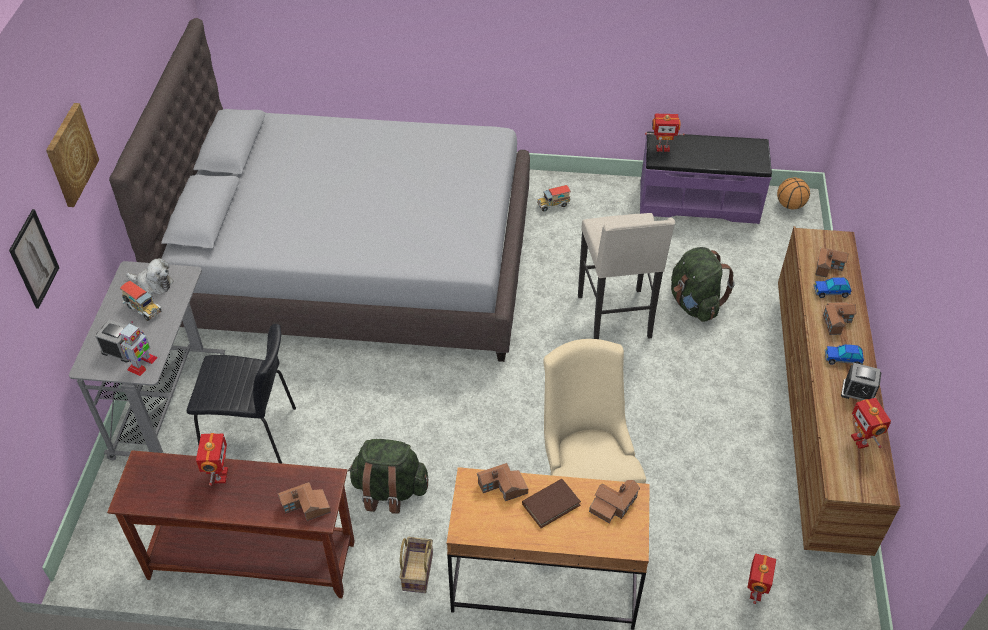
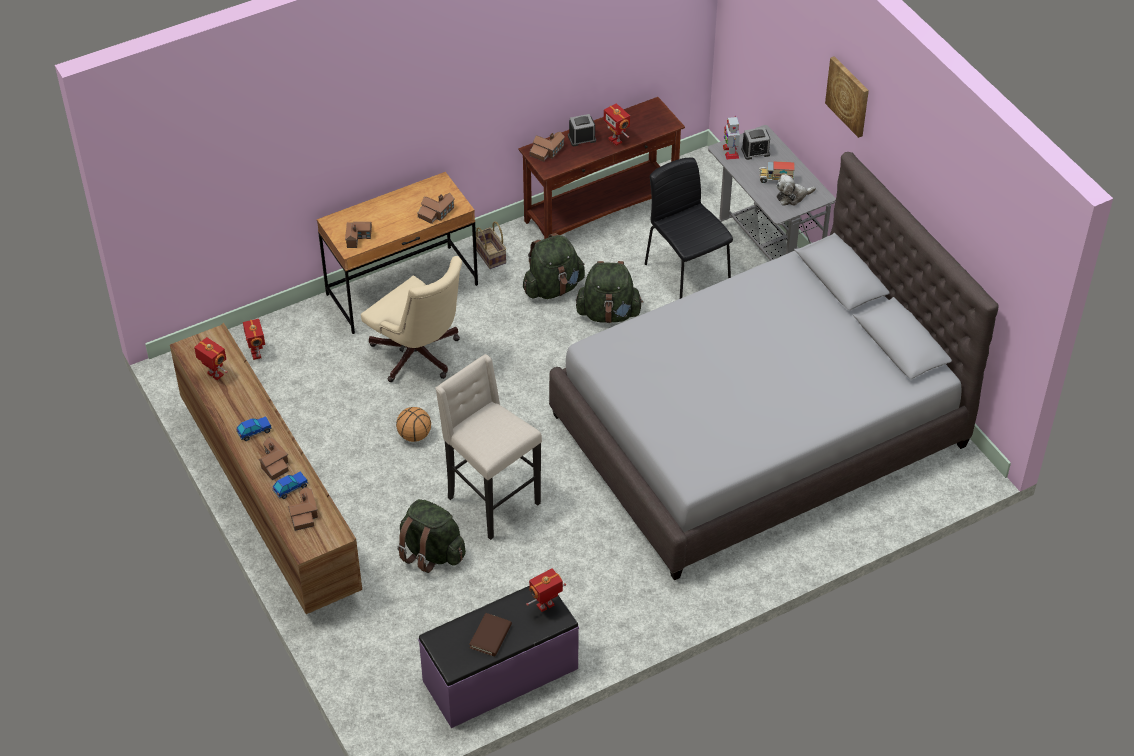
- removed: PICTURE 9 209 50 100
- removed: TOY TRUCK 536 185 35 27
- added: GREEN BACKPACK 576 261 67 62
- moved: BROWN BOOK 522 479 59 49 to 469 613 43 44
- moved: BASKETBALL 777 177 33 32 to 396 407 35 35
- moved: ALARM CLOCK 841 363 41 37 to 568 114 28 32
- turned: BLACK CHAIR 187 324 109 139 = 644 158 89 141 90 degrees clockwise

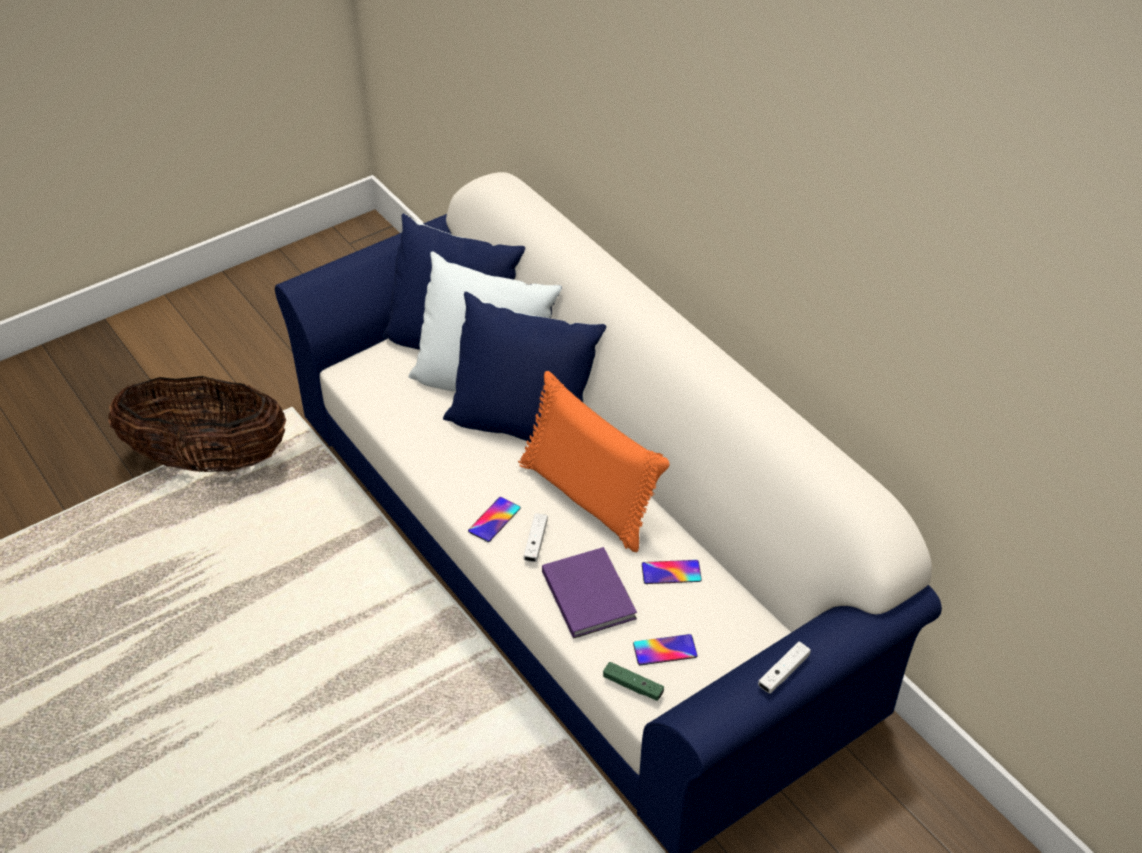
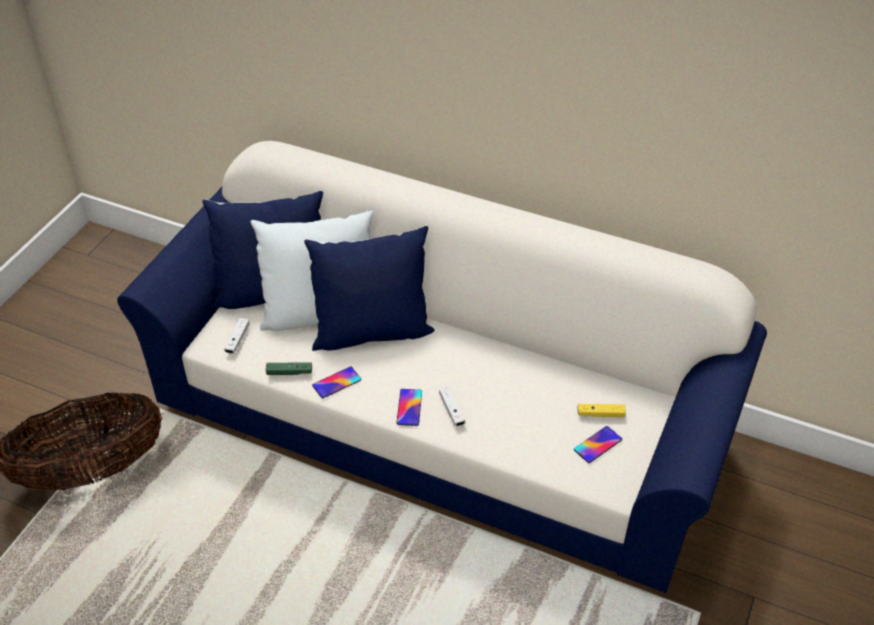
- removed: ORANGE PILLOW 518 371 151 181
- removed: PURPLE BOOK 542 547 95 92
- added: YELLOW GAME CONTROLLER 578 404 48 13
- moved: GREEN GAME CONTROLLER 603 662 61 39 to 266 362 46 13
- moved: PHONE 642 560 60 24 to 312 366 49 32
- moved: WHITE GAME CONTROLLER 758 641 53 53 to 224 318 26 36

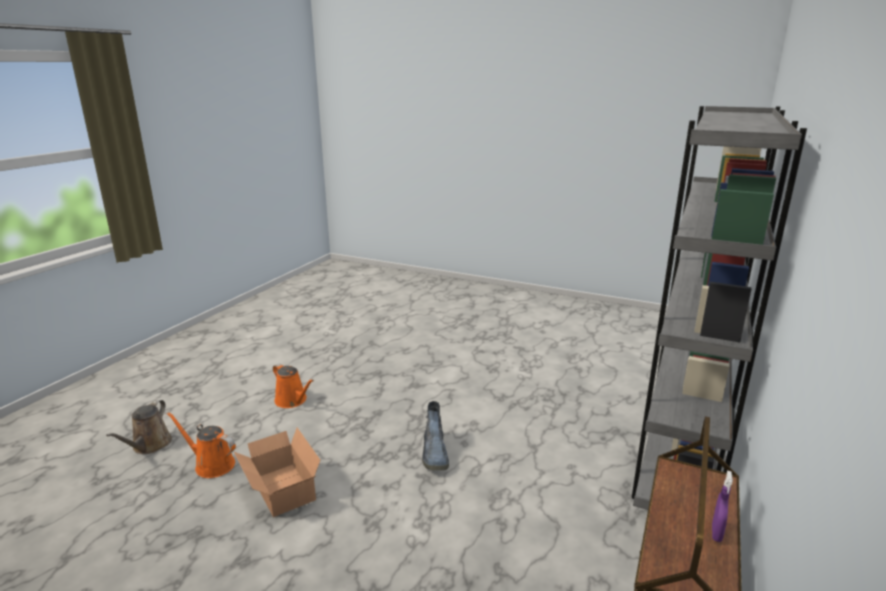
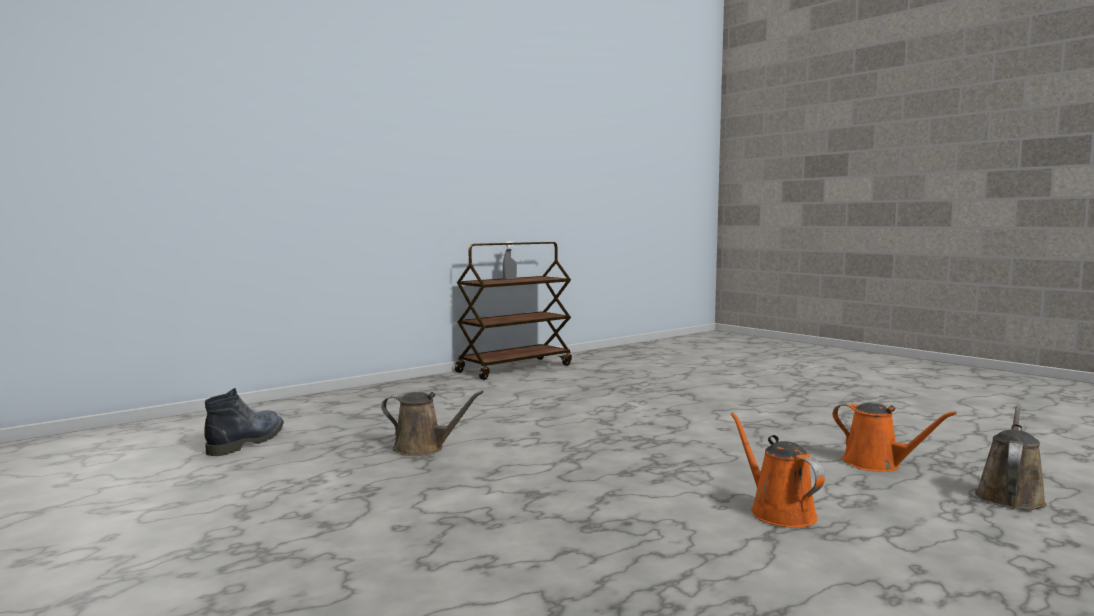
- removed: CARDBOARD BOX 234 428 86 89
- removed: GREY BOOKCASE 632 106 175 404
- added: BROWN WATERING CAN 381 391 103 65
- moved: BOOT 422 401 27 69 to 204 388 80 68
- recoloured: PURPLE SPRAY BOTTLE 712 471 21 71 to GREY SPRAY BOTTLE 503 241 14 39

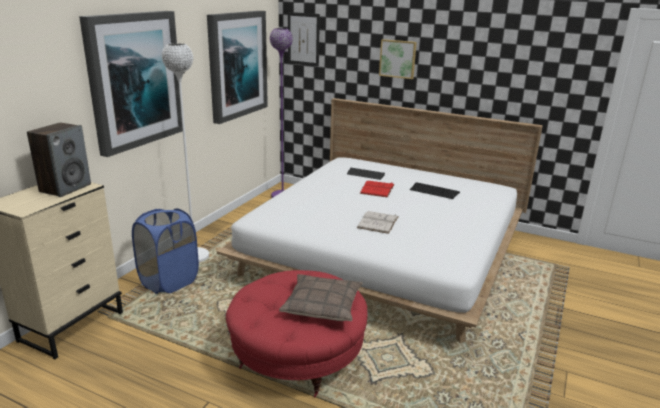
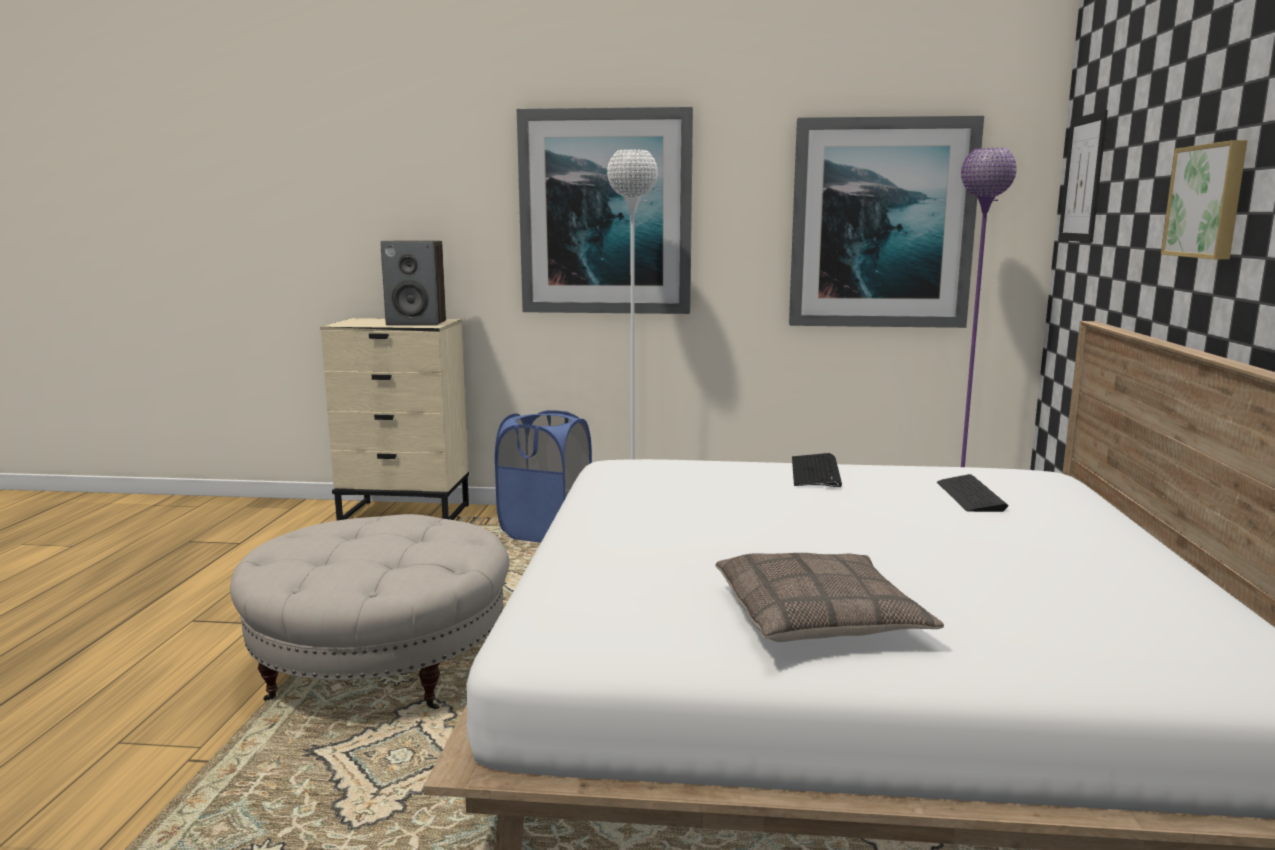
- removed: WHITE BOOK 357 211 41 23
- removed: RED BOOK 360 181 34 17
- moved: PILLOW 279 274 84 47 to 715 553 229 89
- moved: KEYBOARD 410 182 50 17 to 792 453 50 34
- recoloured: RED OTTOMAN 226 270 141 128 to BEIGE OTTOMAN 230 514 279 195

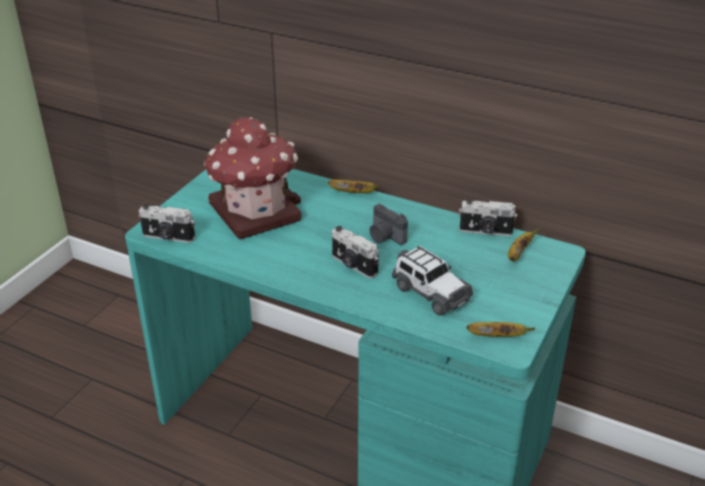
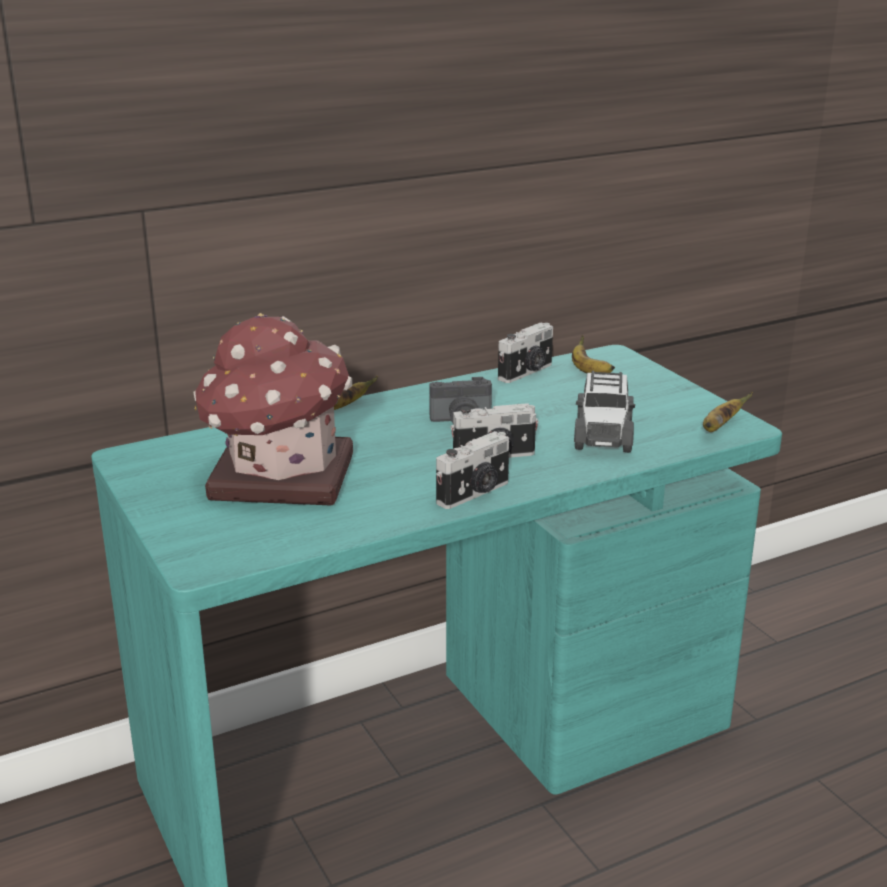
- moved: PHOTO CAMERA 139 204 56 39 to 436 431 73 78
- turned: TOY CAR 392 246 81 69 = 574 371 61 82 105 degrees clockwise

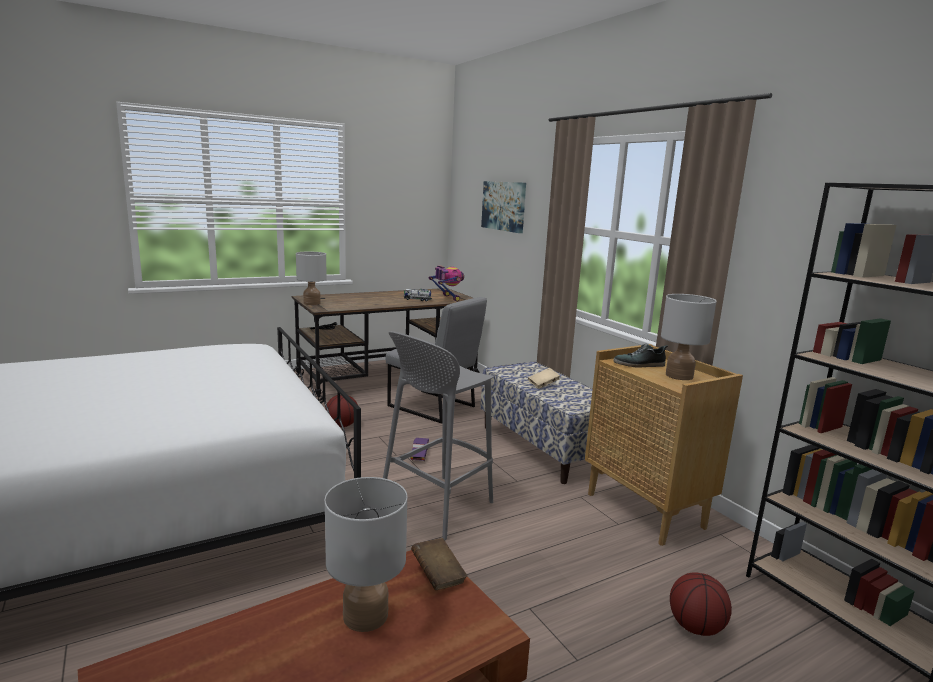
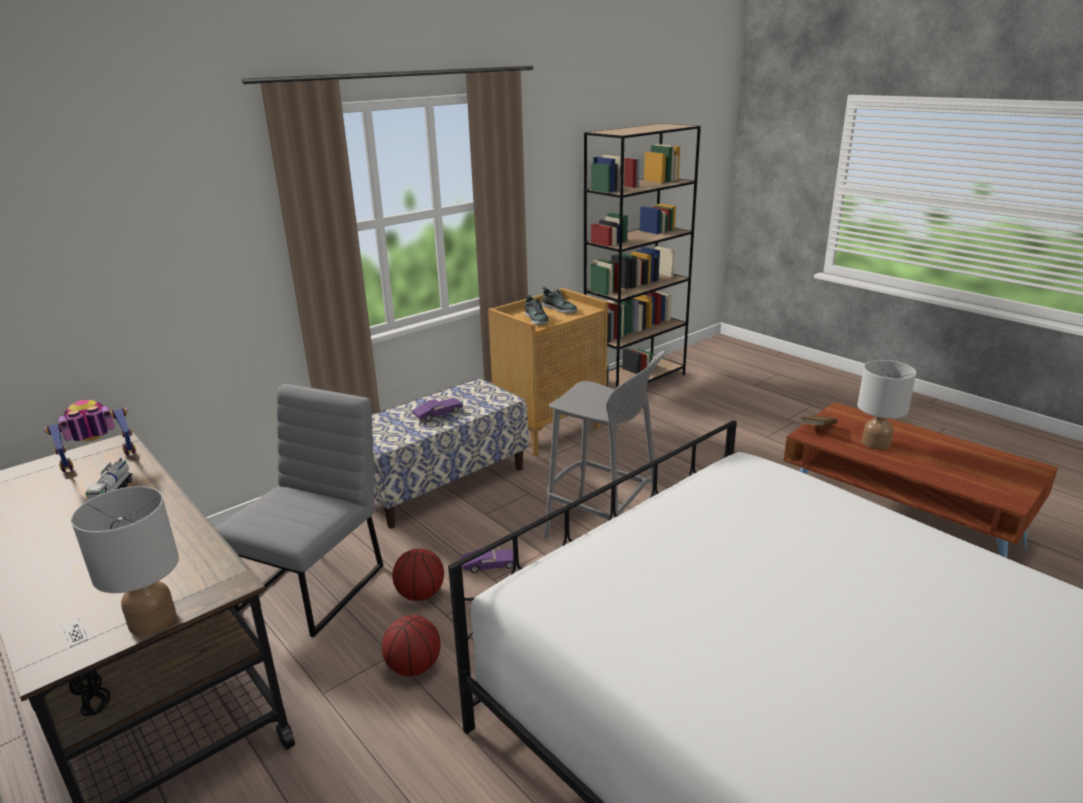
- removed: PICTURE 481 181 45 52
- moved: BASKETBALL 670 572 62 64 to 392 549 52 52
- replaced: BEIGE BOOK 528 368 32 21 to PURPLE TOY CAR 412 398 51 24
- replaced: GREY TABLE LAMP 661 294 55 86 to SHOE 542 287 35 26

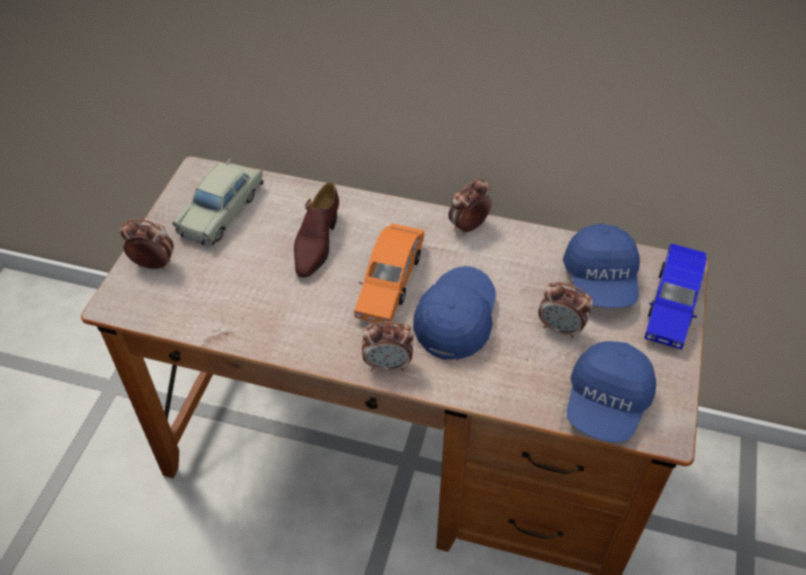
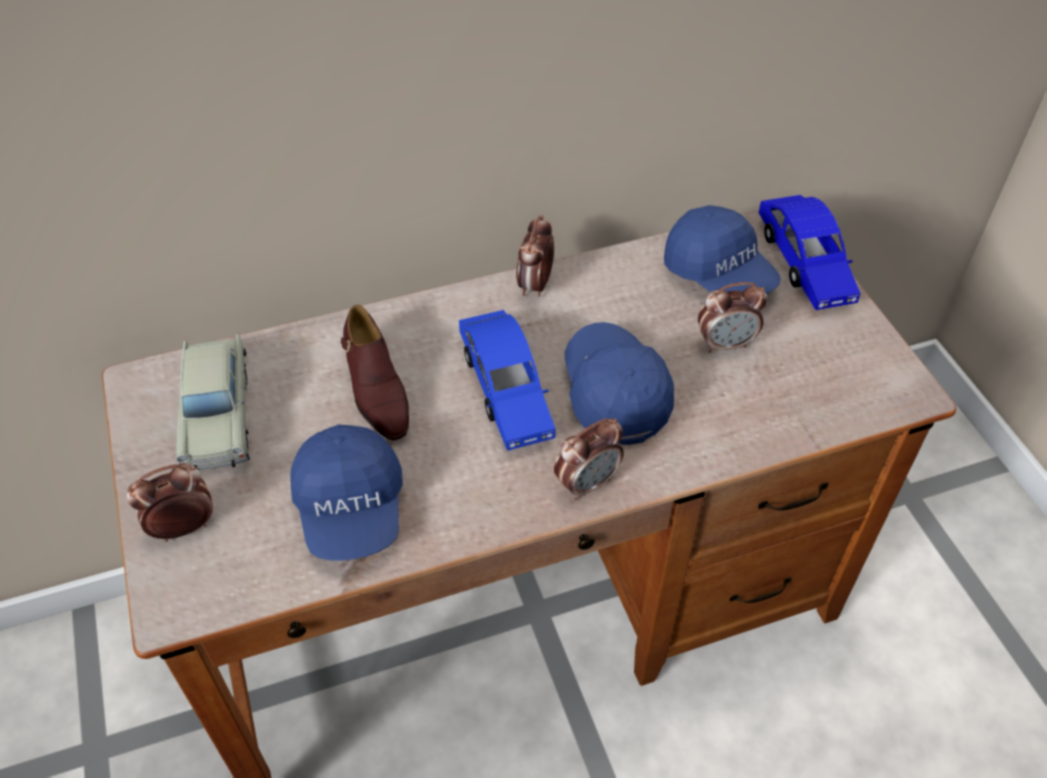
- moved: BLUE CAP 567 341 89 101 to 290 424 113 137
- recoloured: ORANGE TOY CAR 354 223 70 103 to BLUE TOY CAR 459 310 96 141

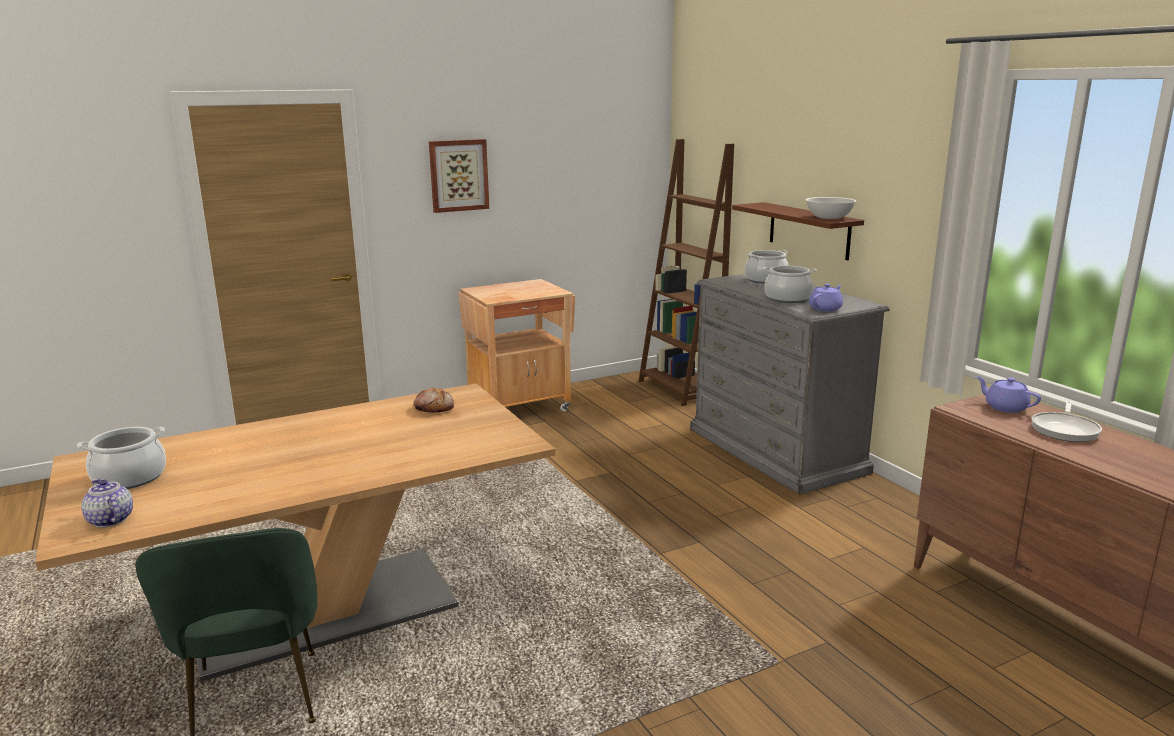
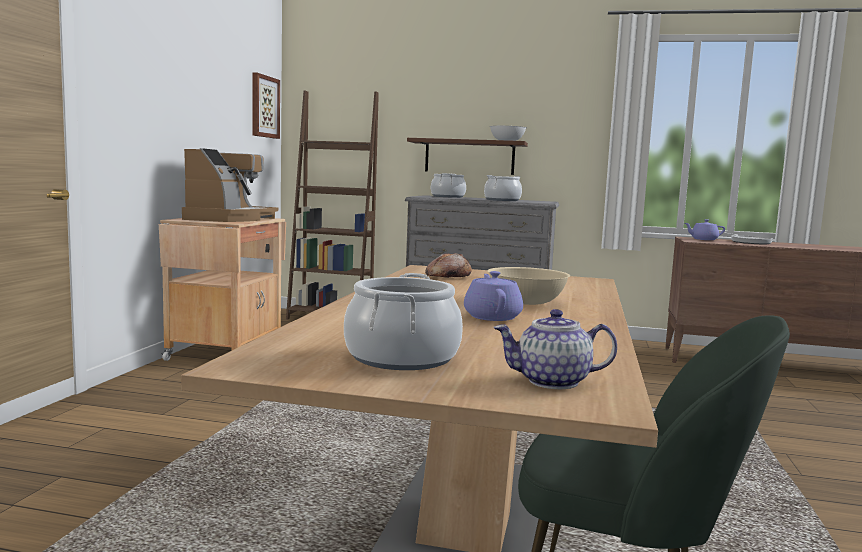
- added: COFFEE MACHINE 182 148 96 74
- added: BEIGE BOWL 487 267 83 38
- moved: PICTURE 429 139 60 74 to 253 73 27 66
- moved: PURPLE TEAPOT 809 284 34 28 to 464 271 59 50

